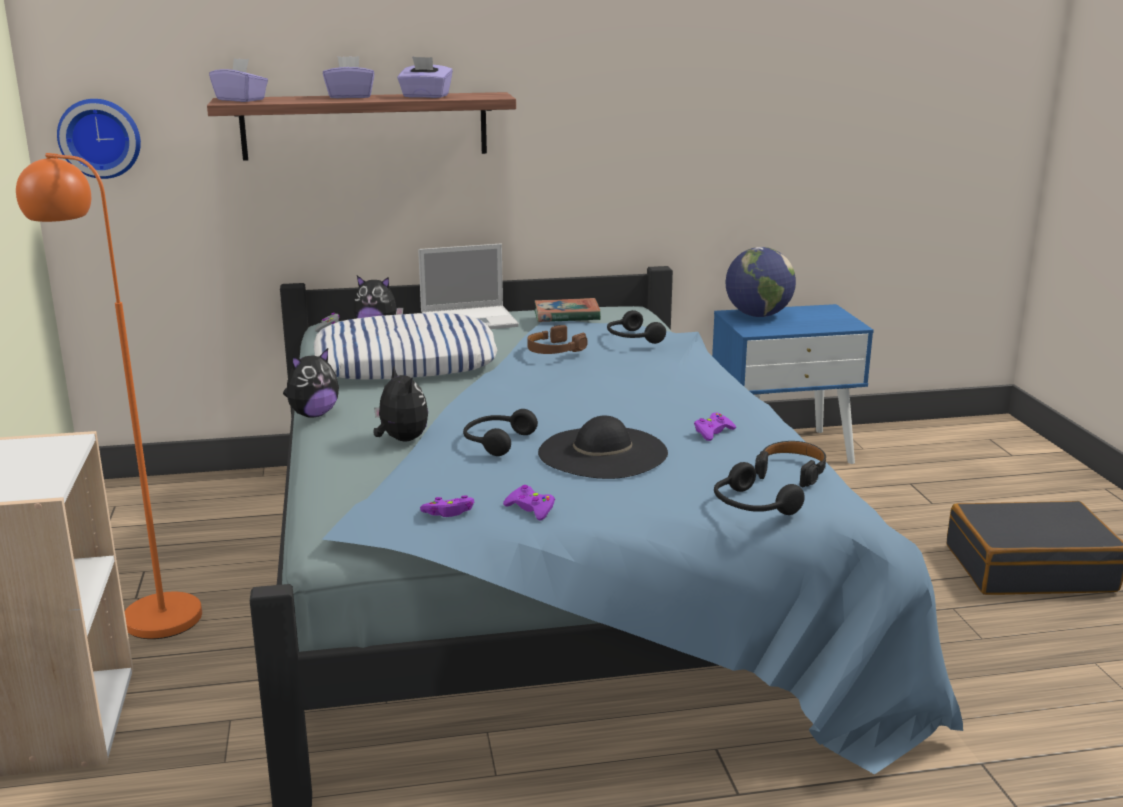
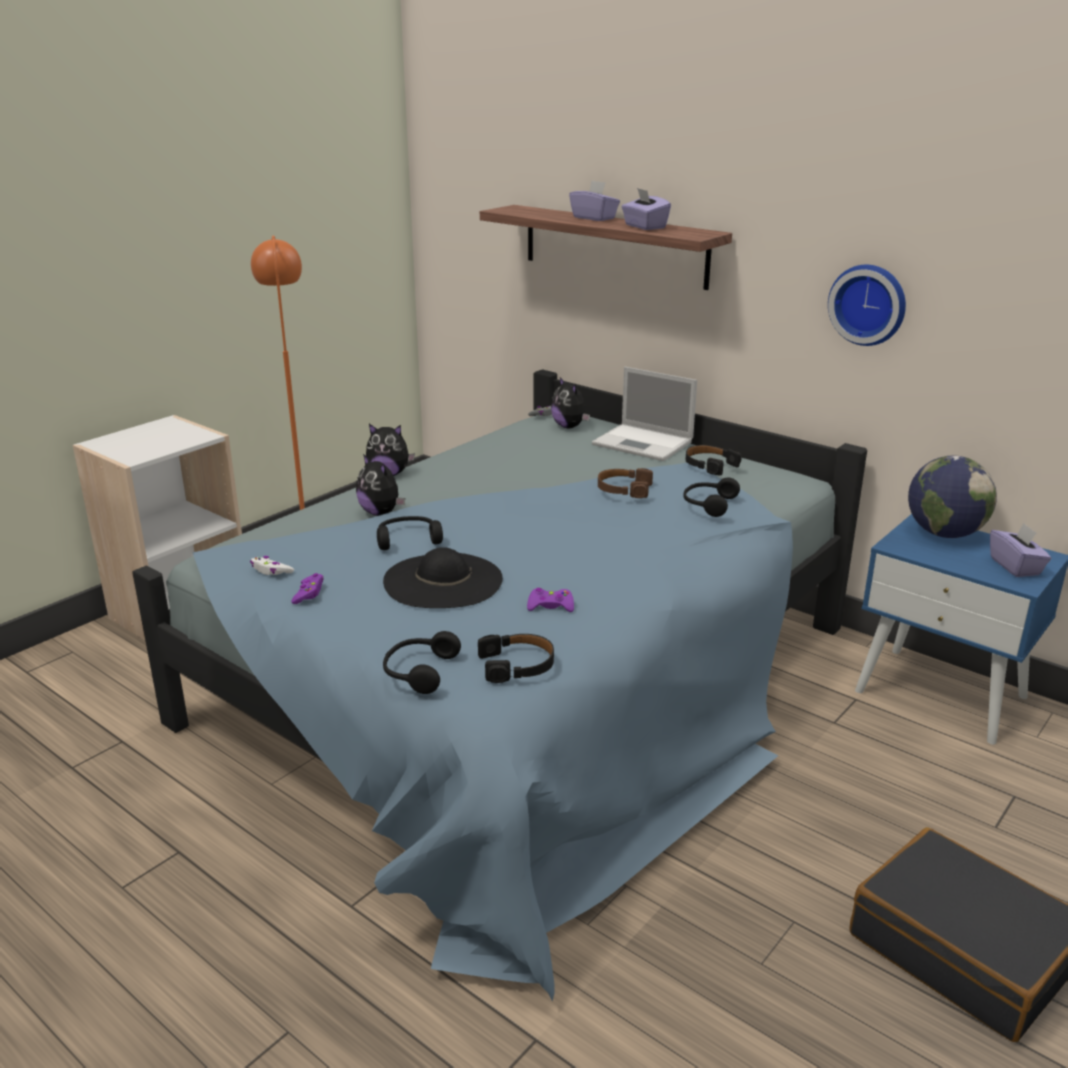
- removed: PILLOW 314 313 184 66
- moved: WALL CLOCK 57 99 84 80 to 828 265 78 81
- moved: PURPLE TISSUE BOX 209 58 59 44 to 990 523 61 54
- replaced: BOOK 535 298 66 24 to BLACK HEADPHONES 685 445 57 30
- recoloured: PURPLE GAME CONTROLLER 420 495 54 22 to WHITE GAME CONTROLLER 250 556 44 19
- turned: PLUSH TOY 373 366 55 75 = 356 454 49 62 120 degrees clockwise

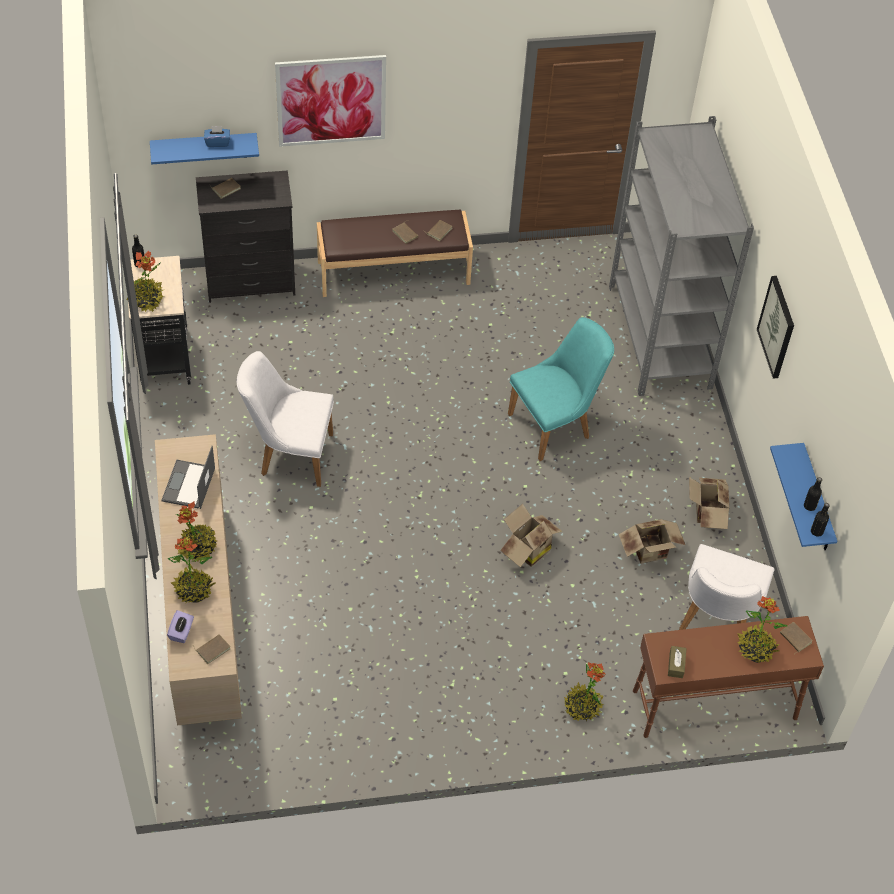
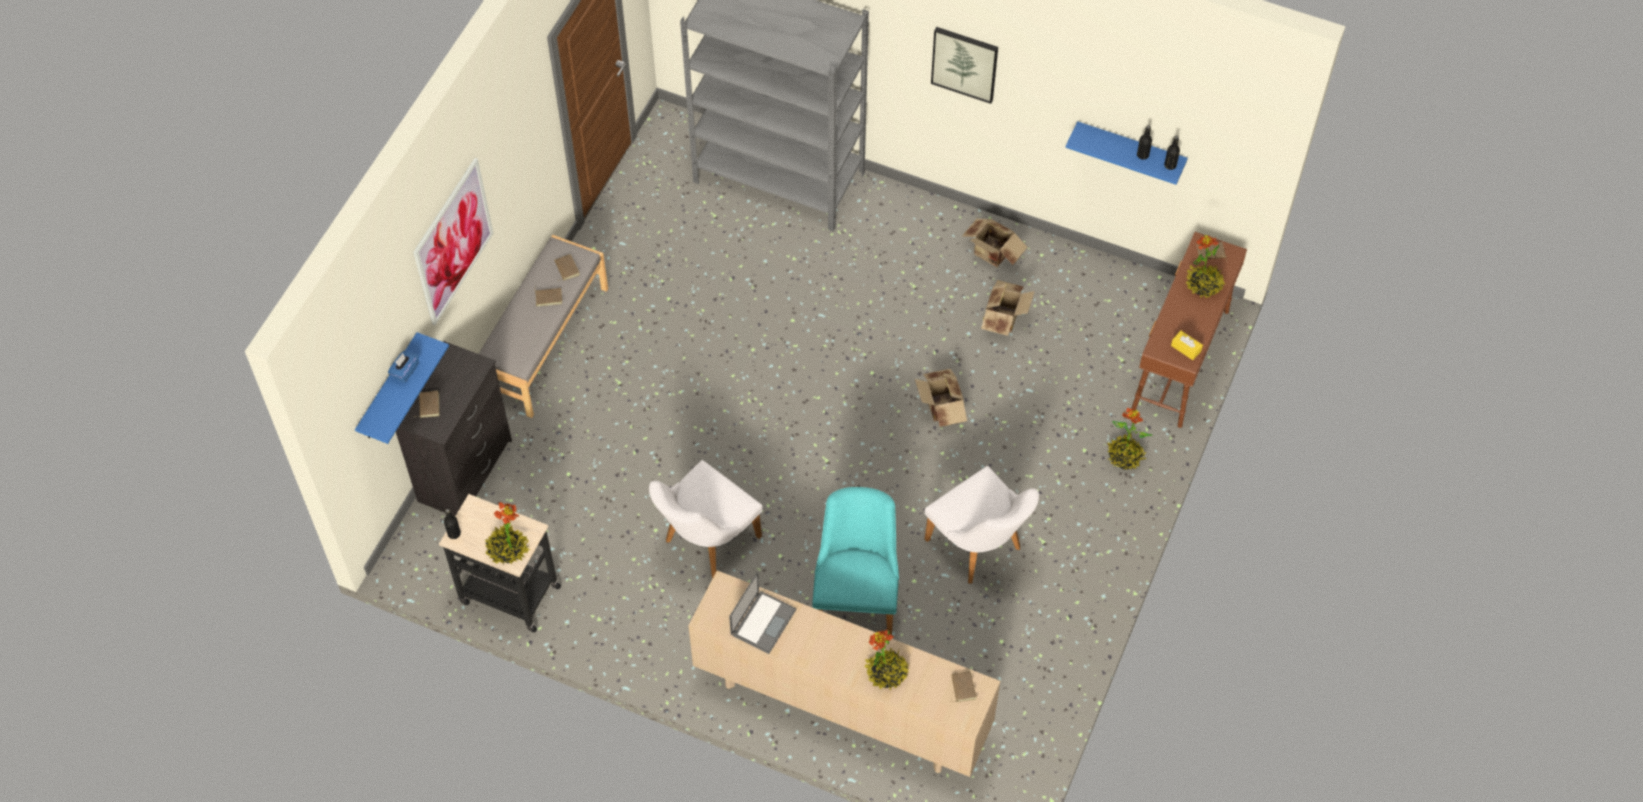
- removed: PURPLE TISSUE BOX 167 610 27 33
- removed: POTTED PLANT 176 502 41 59
- moved: TURQUOISE CHAIR 508 317 106 144 to 812 487 87 148
- moved: WHITE CHAIR 679 544 96 86 to 925 466 114 118
- recoloured: BROWN BENCH 317 210 156 87 to GREY BENCH 479 235 129 183
- recoloured: BROWN TISSUE BOX 668 646 19 32 to YELLOW TISSUE BOX 1171 331 32 29
- turned: LAPTOP 162 446 53 63 = 729 572 67 82 105 degrees counterclockwise

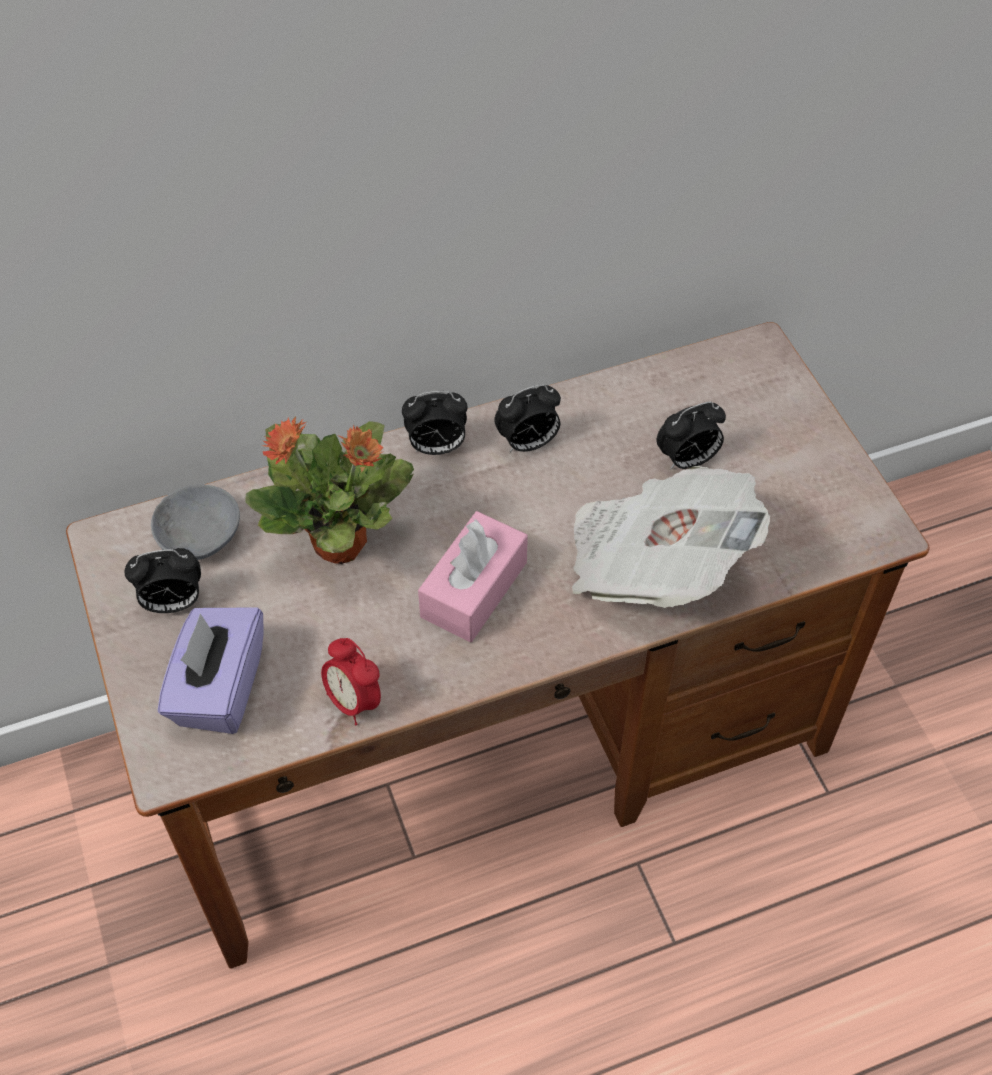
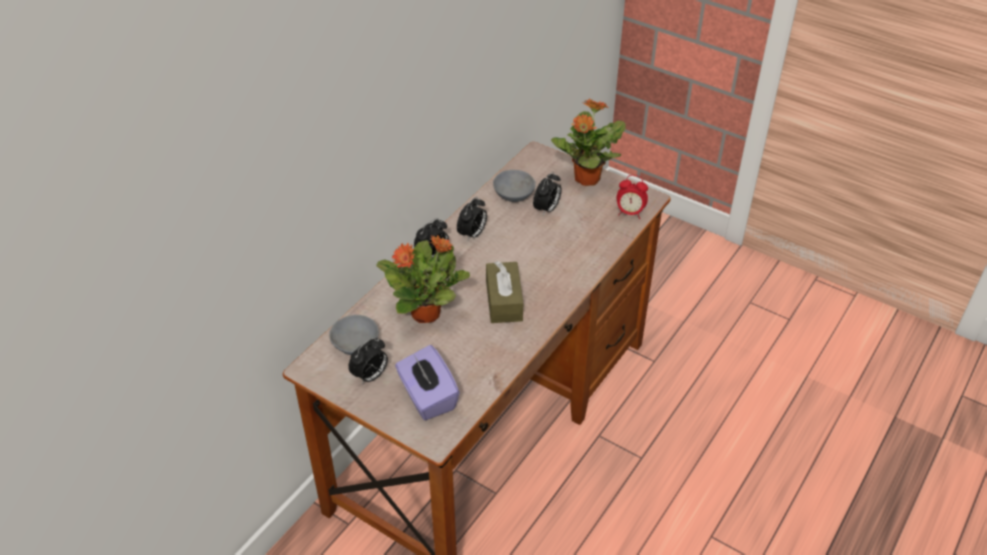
- removed: NEWSPAPER 572 466 198 142
- added: GREY BOWL 493 170 43 32
- added: POTTED PLANT 551 98 75 88
- moved: ALARM CLOCK 321 638 60 87 to 617 175 31 44
- recoloured: PINK TISSUE BOX 418 511 110 131 to BROWN TISSUE BOX 486 261 37 62

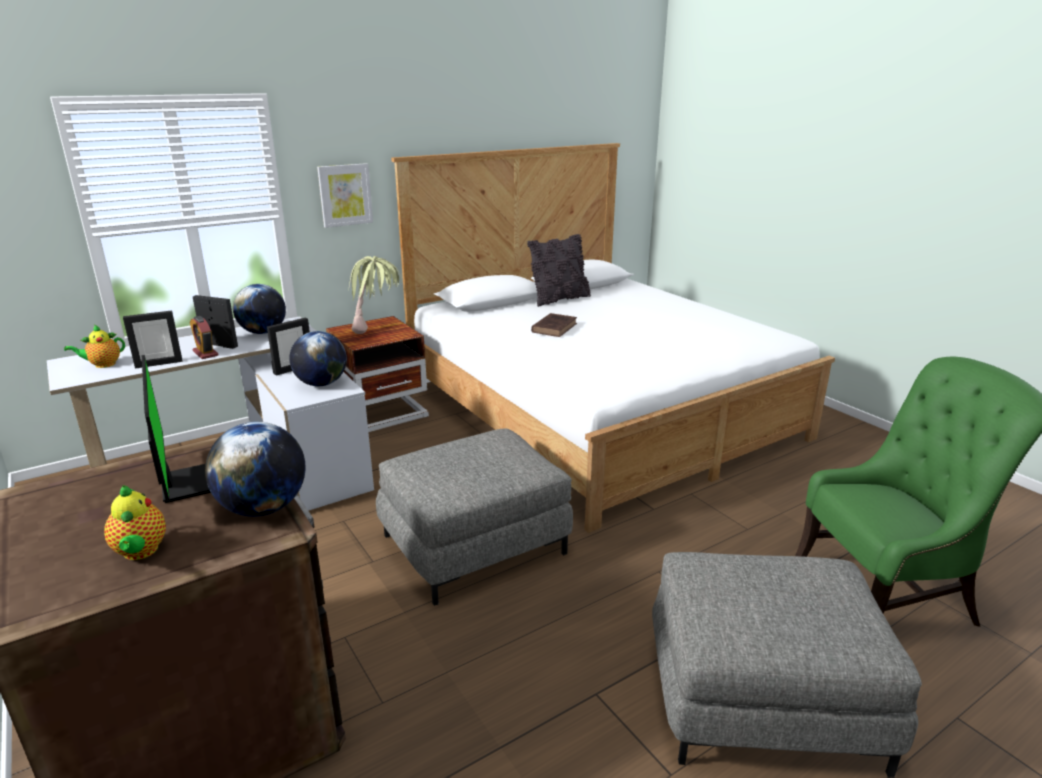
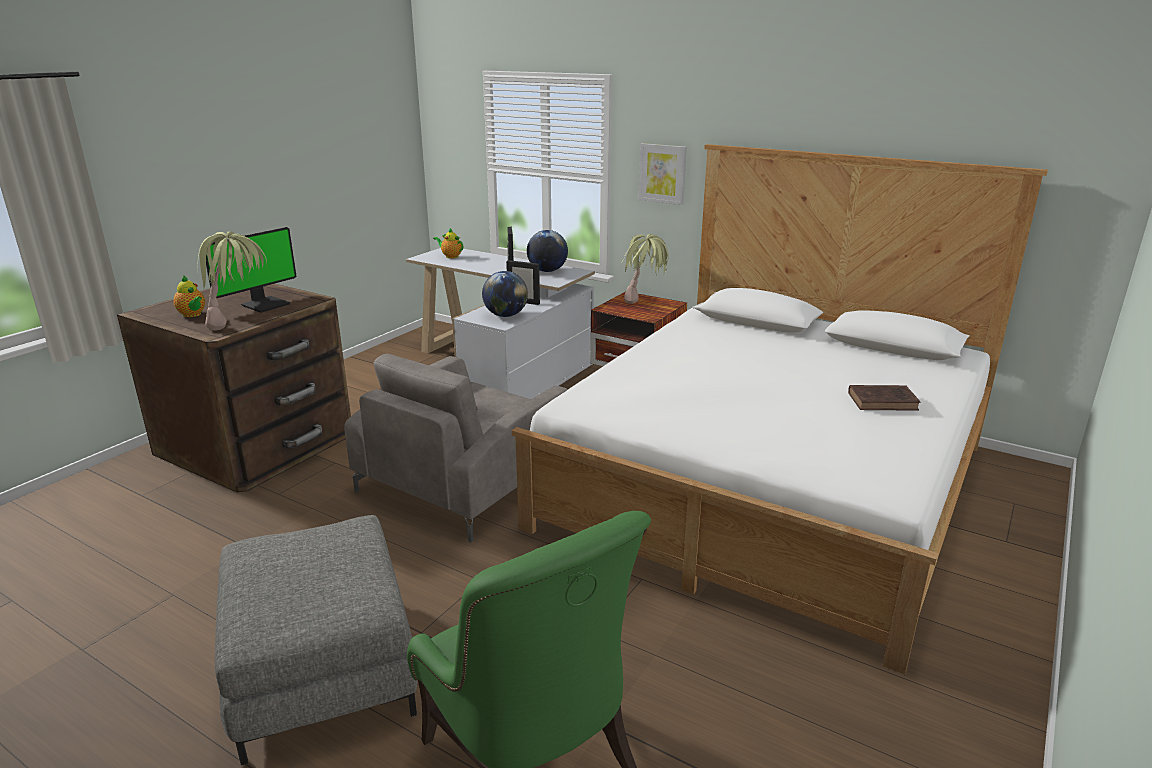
- removed: PICTURE FRAME 123 311 60 58
- removed: ALARM CLOCK 190 316 28 43
- removed: BLACK PILLOW 527 234 64 73
- moved: BROWN BOOK 531 313 46 24 to 848 385 72 26
- replaced: GLOBE 205 422 101 95 to POTTED PLANT 197 231 70 100
- replaced: GREY OTTOMAN 376 429 197 177 to GREY ARMCHAIR 344 354 224 188
- turned: TEAPOT 104 485 62 75 = 173 276 32 41 90 degrees counterclockwise

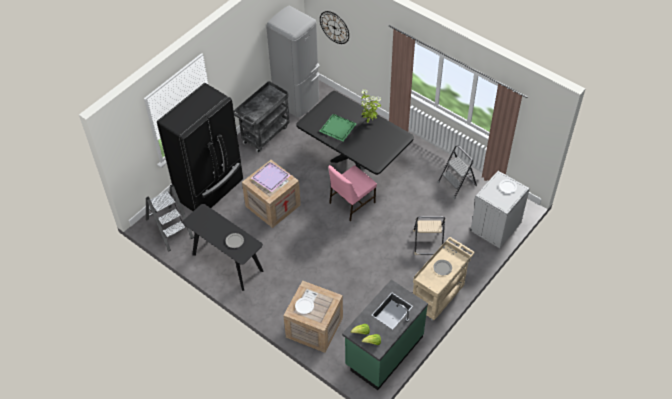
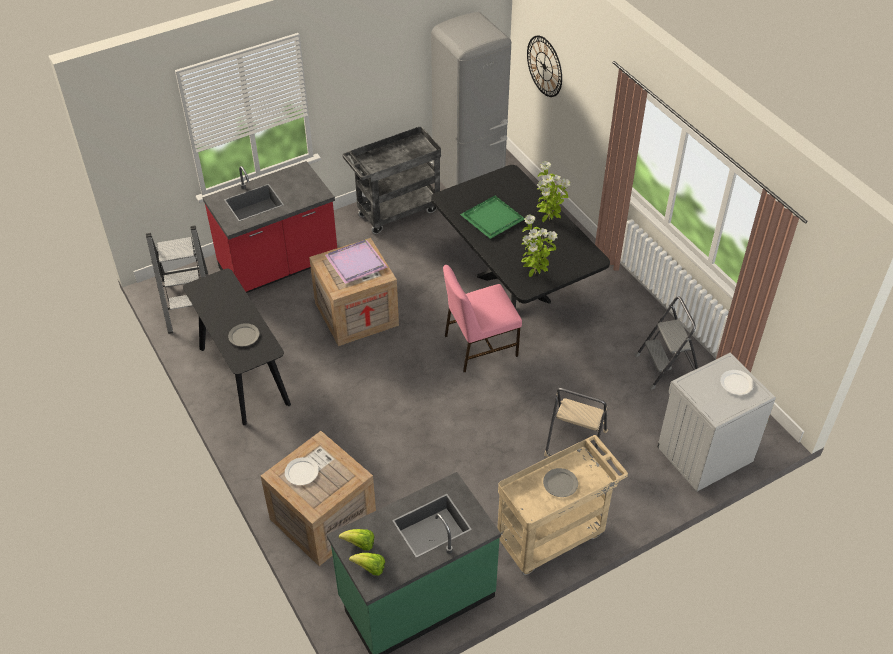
- added: POTTED PLANT 521 214 37 63
- replaced: BLACK FRIDGE 157 83 86 128 to RED COUNTER 202 161 135 132

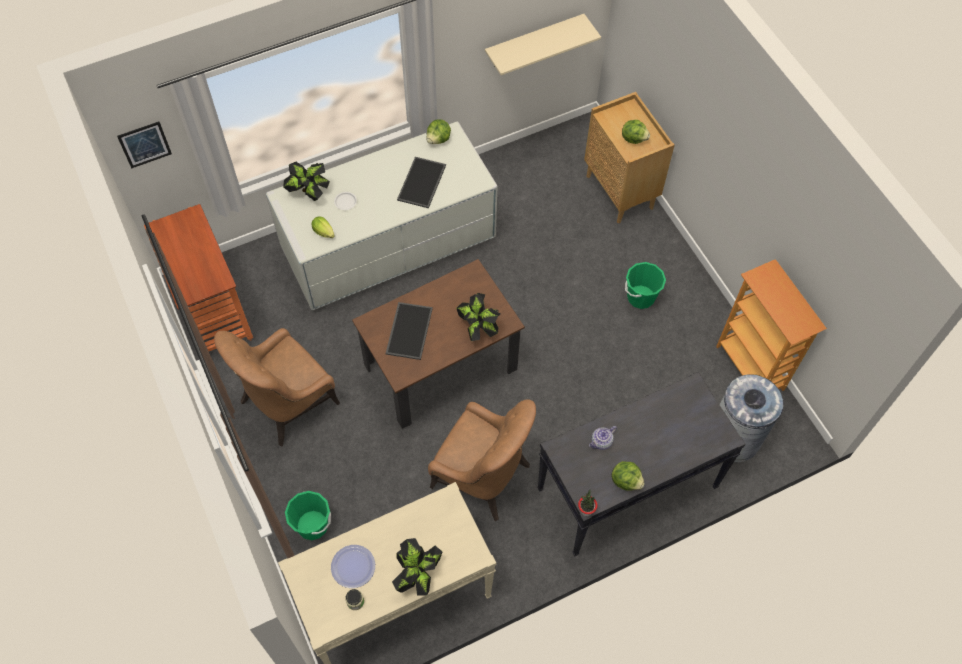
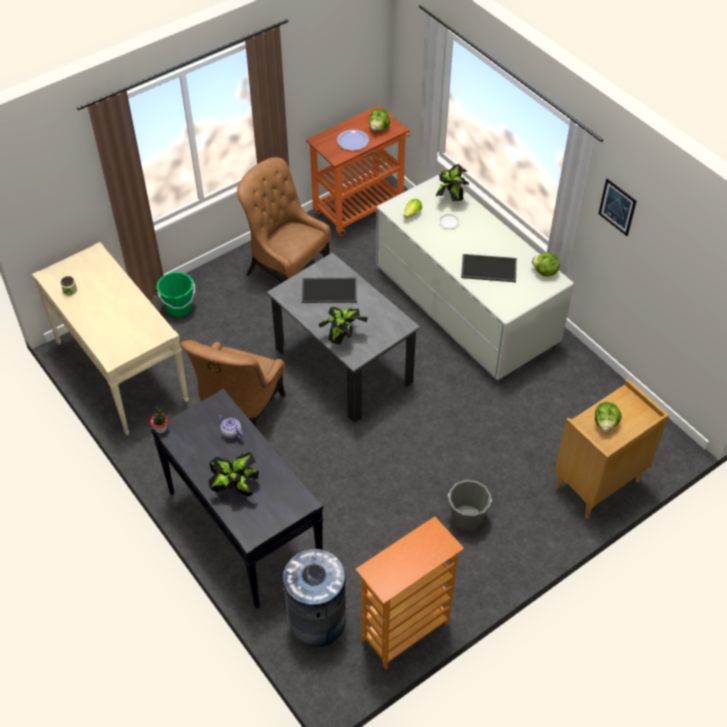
- removed: BEIGE SHELF 485 14 116 61
- moved: PICTURE 117 121 55 47 to 598 179 39 57
- moved: PLATE 331 545 44 43 to 337 130 32 21
- moved: POTTED PLANT 392 538 50 58 to 208 452 51 45
- moved: LETTUCE 611 461 34 30 to 369 109 21 22
- recoloured: BROWN DINING TABLE 352 259 173 170 to GREY DINING TABLE 267 252 153 171
- recoloured: GREEN BUCKET 625 262 41 47 to GREY BUCKET 448 480 44 51

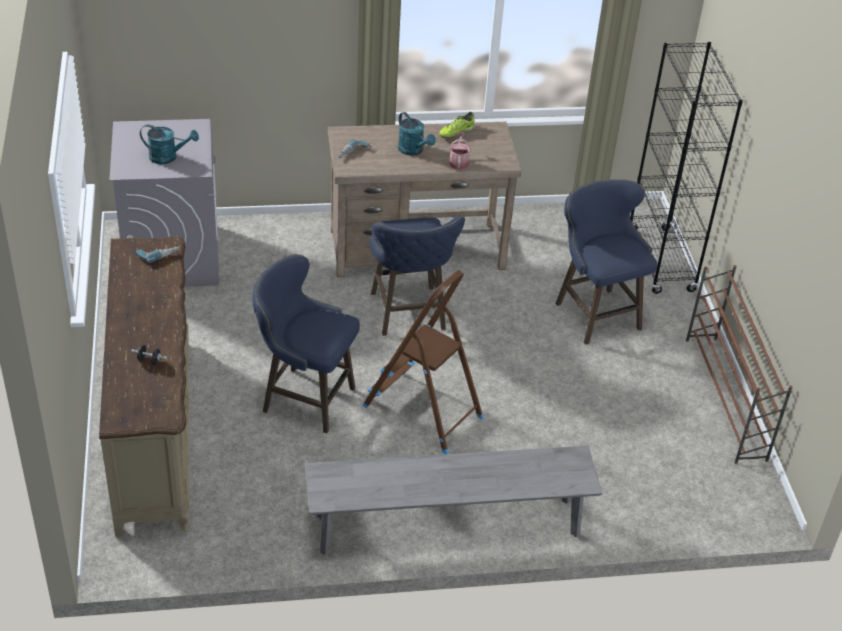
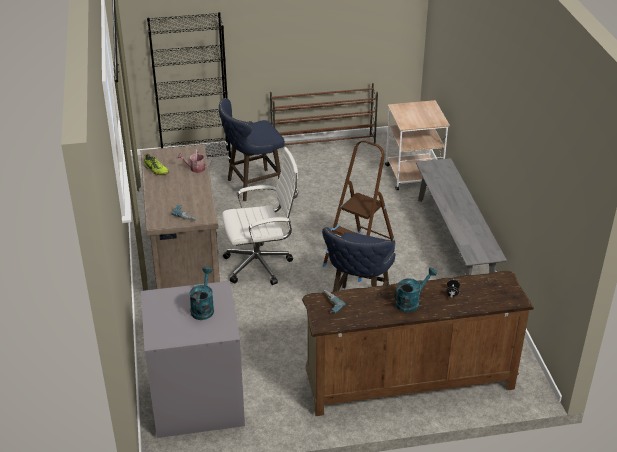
- added: BEIGE CART 385 100 65 90
- moved: TURQUOISE WATERING CAN 398 112 38 44 to 394 267 43 45
- replaced: BLUE STOOL 369 215 96 121 to WHITE OFFICE CHAIR 222 147 76 138

